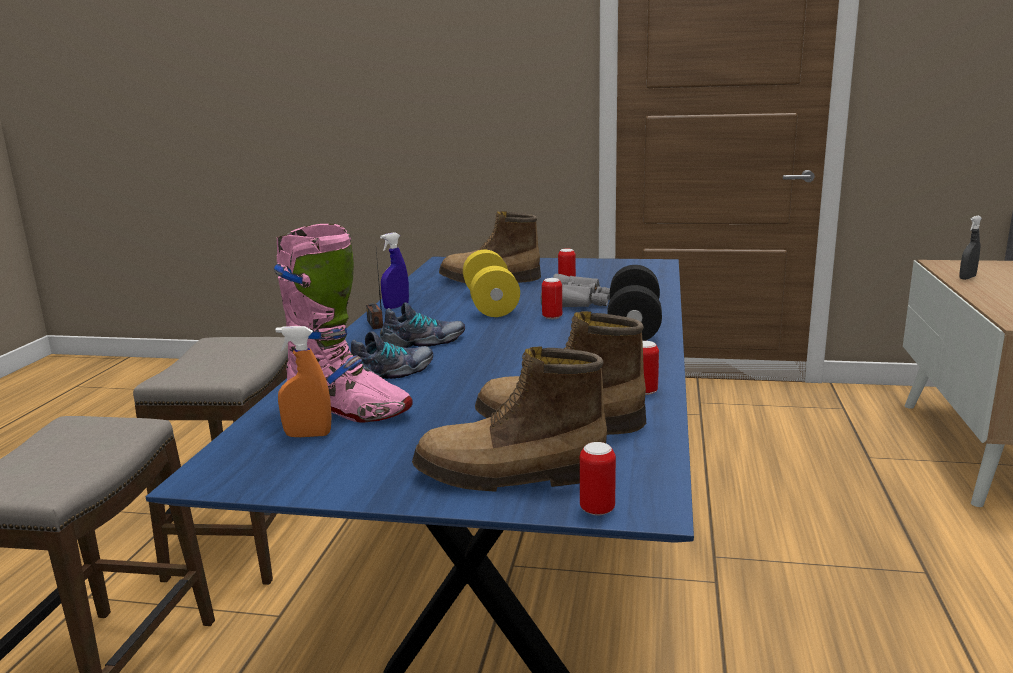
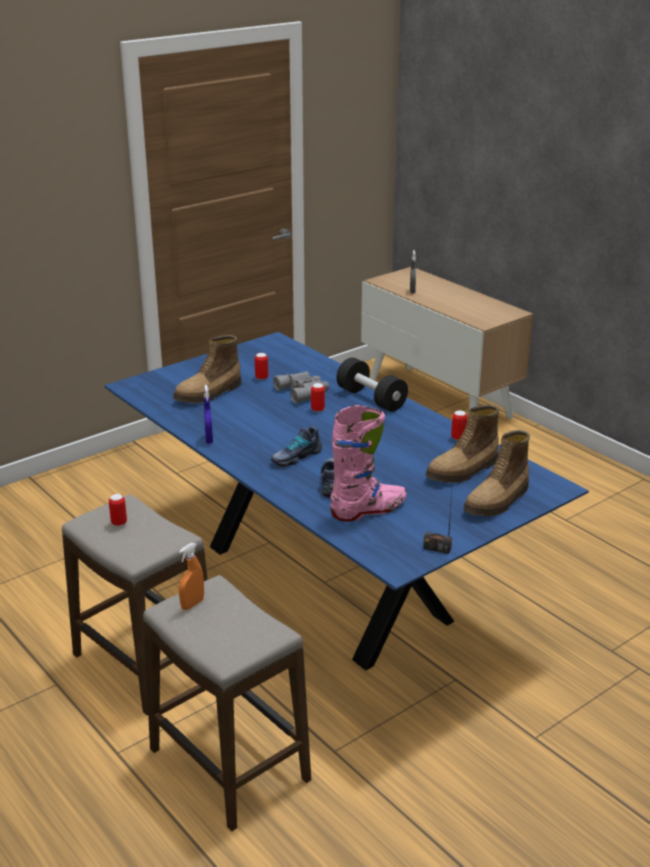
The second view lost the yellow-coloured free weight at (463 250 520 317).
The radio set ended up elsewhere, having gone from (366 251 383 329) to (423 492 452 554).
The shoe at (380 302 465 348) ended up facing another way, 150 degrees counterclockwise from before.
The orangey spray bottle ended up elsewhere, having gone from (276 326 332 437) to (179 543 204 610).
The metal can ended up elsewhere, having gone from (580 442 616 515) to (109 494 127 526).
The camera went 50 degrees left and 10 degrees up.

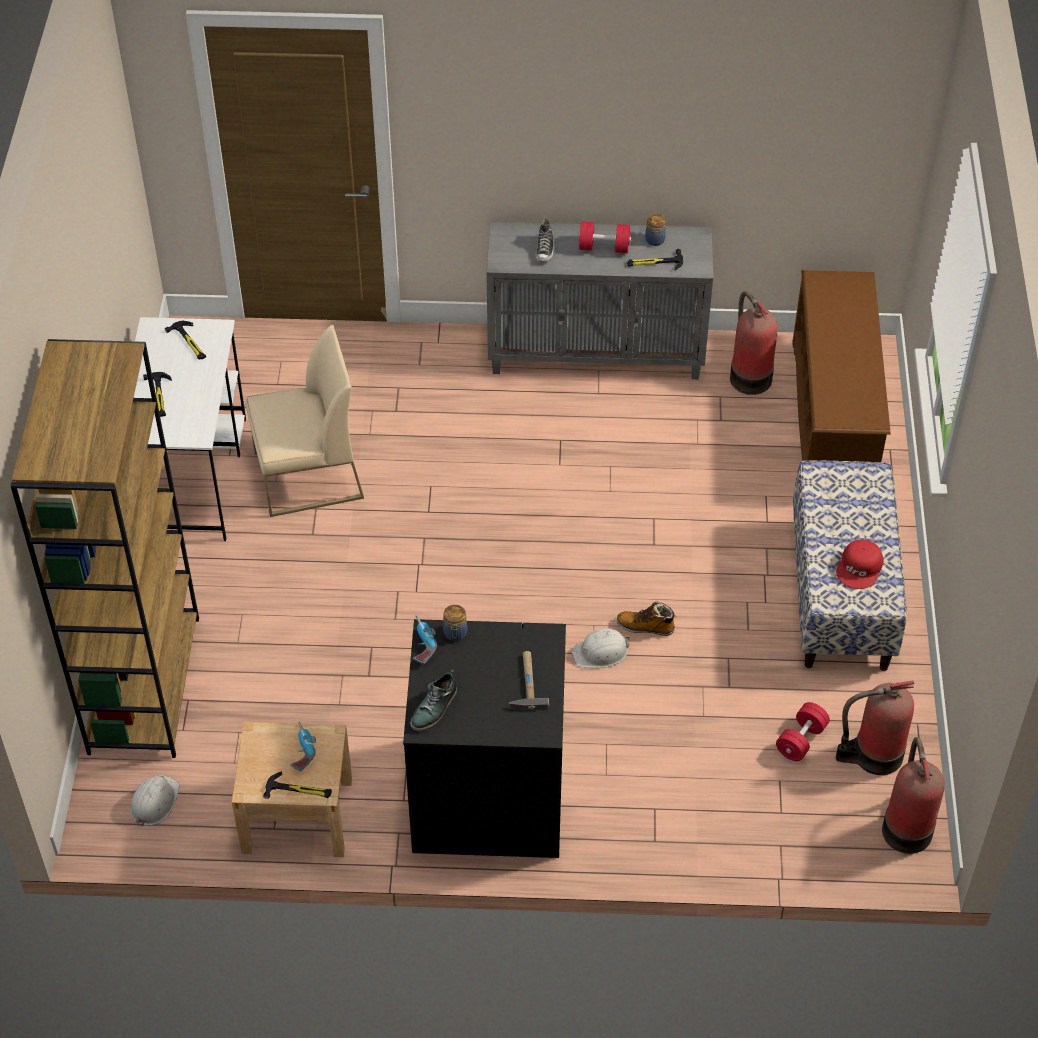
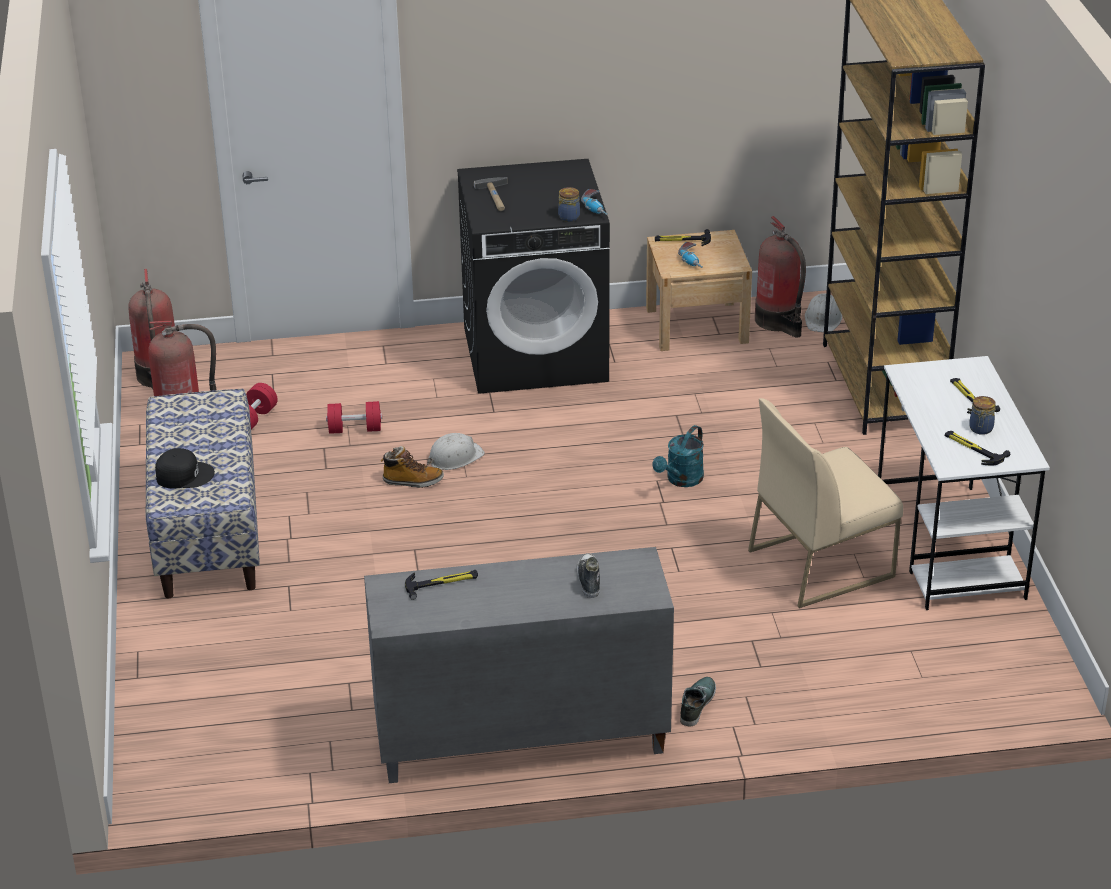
The storage jar ended up elsewhere, having gone from (645 214 666 246) to (969 396 996 435).
The reddish free weight ended up elsewhere, having gone from (578 222 631 253) to (326 401 382 434).
The second view lost the brown-coloured shoe stand at (792 270 891 463).
The fire-fighting cylinder ended up elsewhere, having gone from (730 291 778 395) to (755 216 806 338).
The second view lost the reddish cap at (836 540 883 589).
The shoe ended up elsewhere, having gone from (410 669 457 731) to (680 677 716 726).
The second view gained the turquoise-coloured sprinkling can at (652 425 704 487).
The second view gained the black-coloured cap at (155 448 215 489).
The camera went 170 degrees right and 15 degrees down.

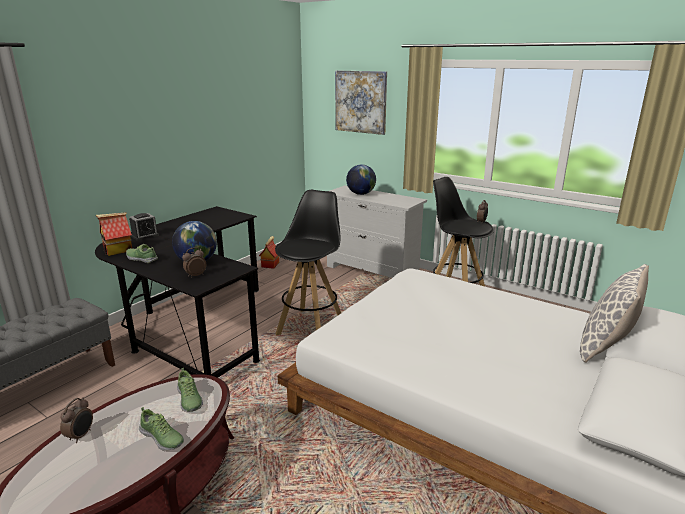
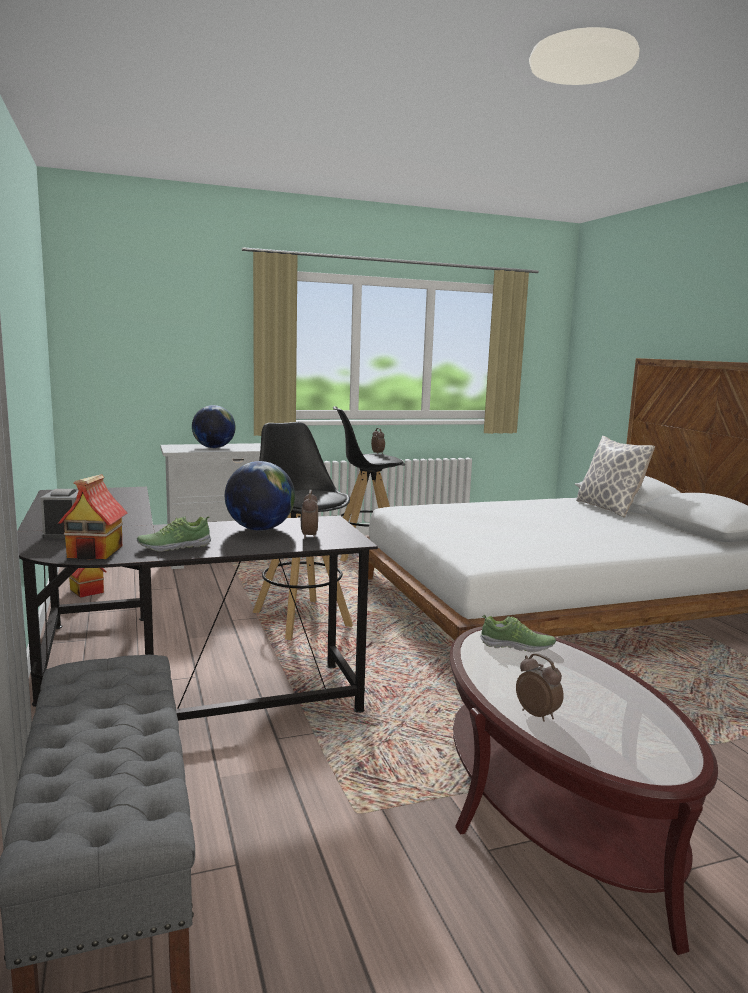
The second view lost the picture at (335 70 387 135).
The second view lost the shoe at (139 407 184 451).
The camera went 55 degrees left and 10 degrees down.

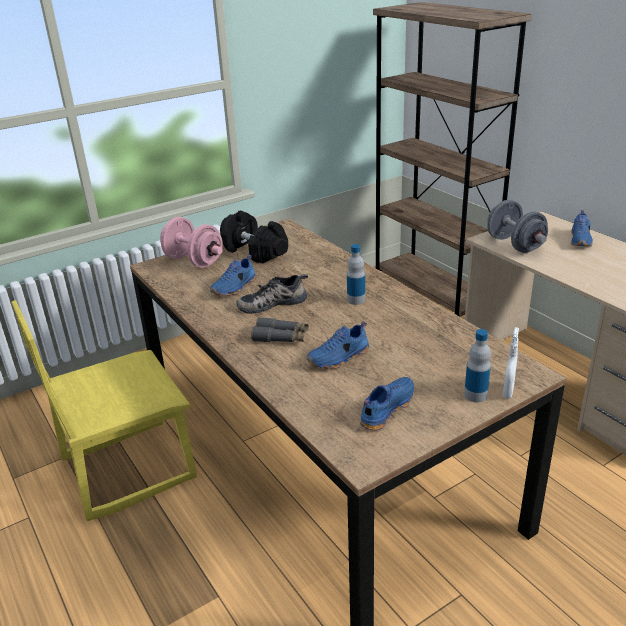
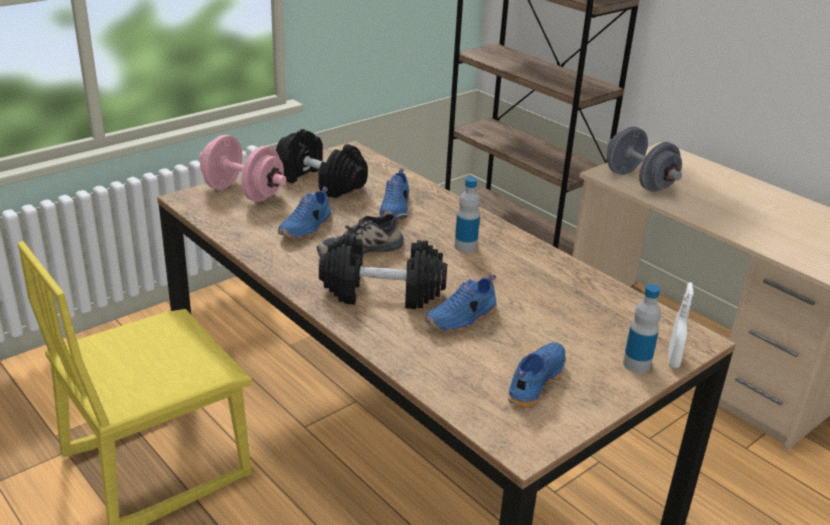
The blue-coloured shoe ended up elsewhere, having gone from (571 210 593 247) to (379 168 409 220).
Where the gray pair of binoculars stood at (251 317 309 342), the black-coloured free weight came to stand at (319 235 447 309).
The camera went 10 degrees left and 0 degrees up.

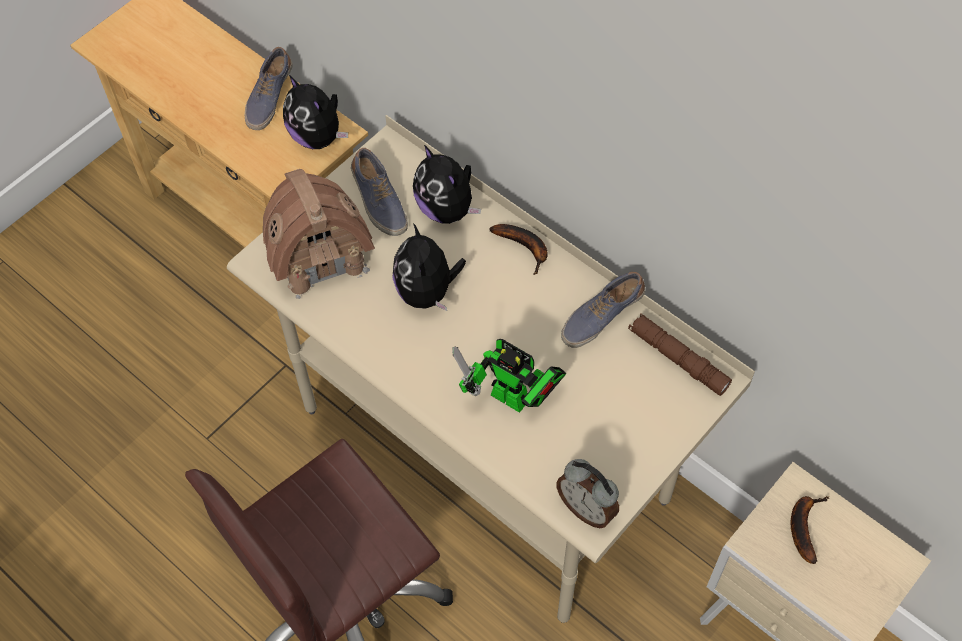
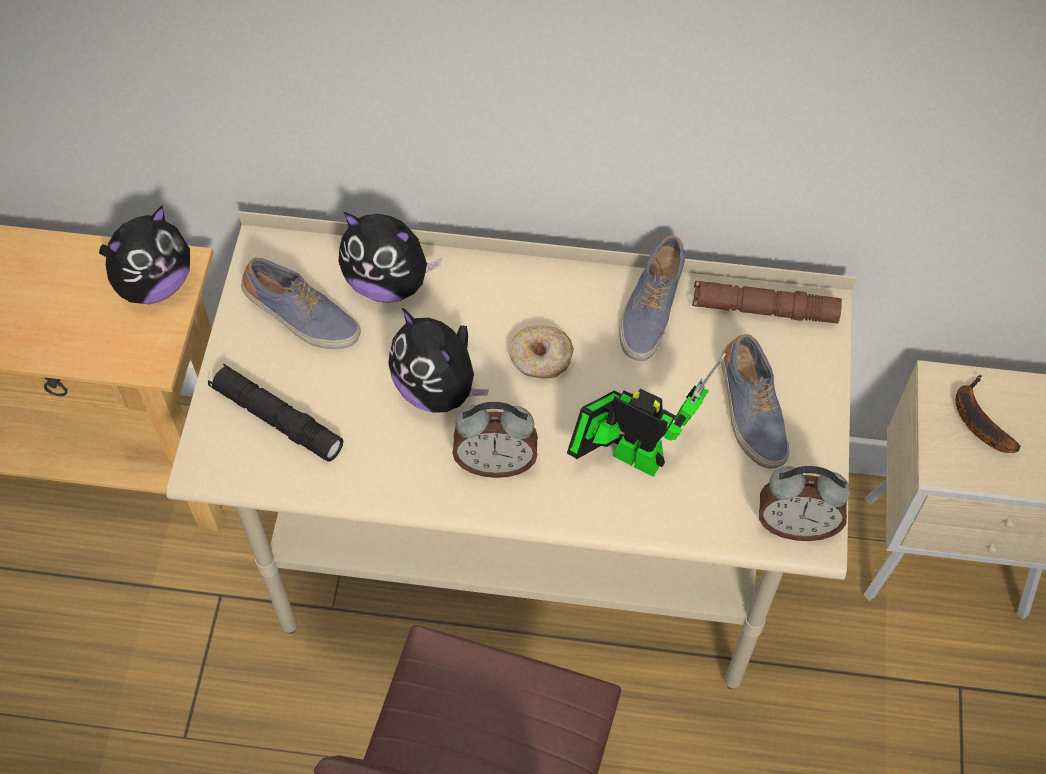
The shoe ended up elsewhere, having gone from (245 47 292 130) to (721 334 790 469).
The cuddly toy at (283 75 348 149) ended up facing another way, 60 degrees counterclockwise from before.
Where the toy house stood at (263 169 375 299), the black-coloured flashlight came to stand at (208 364 343 462).
The second view lost the banana at (489 224 548 275).
The robot figure at (452 339 566 413) ended up facing another way, 150 degrees counterclockwise from before.
The second view gained the donut at (510 325 574 378).
The second view gained the alarm clock at (452 402 538 478).
The camera went 35 degrees left and 0 degrees up.

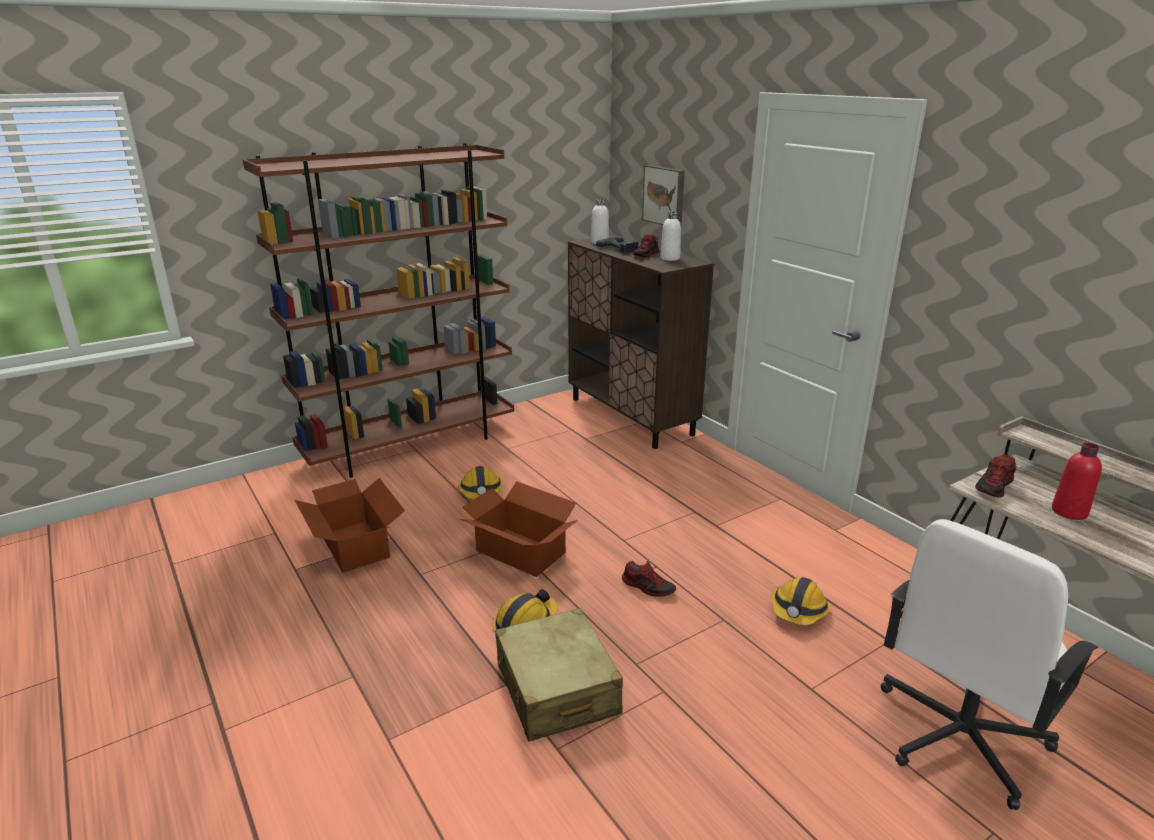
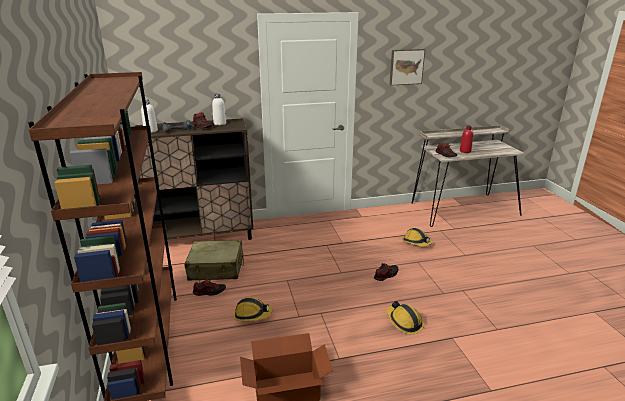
The picture ended up elsewhere, having gone from (642 165 685 226) to (389 49 425 85).
The second view lost the packing box at (460 481 578 577).
The second view lost the whitish desk chair at (881 519 1098 810).
The beige piece of luggage ended up elsewhere, having gone from (495 608 623 742) to (184 240 244 281).
The second view gained the shoe at (193 278 226 296).
The camera went 70 degrees left and 0 degrees up.

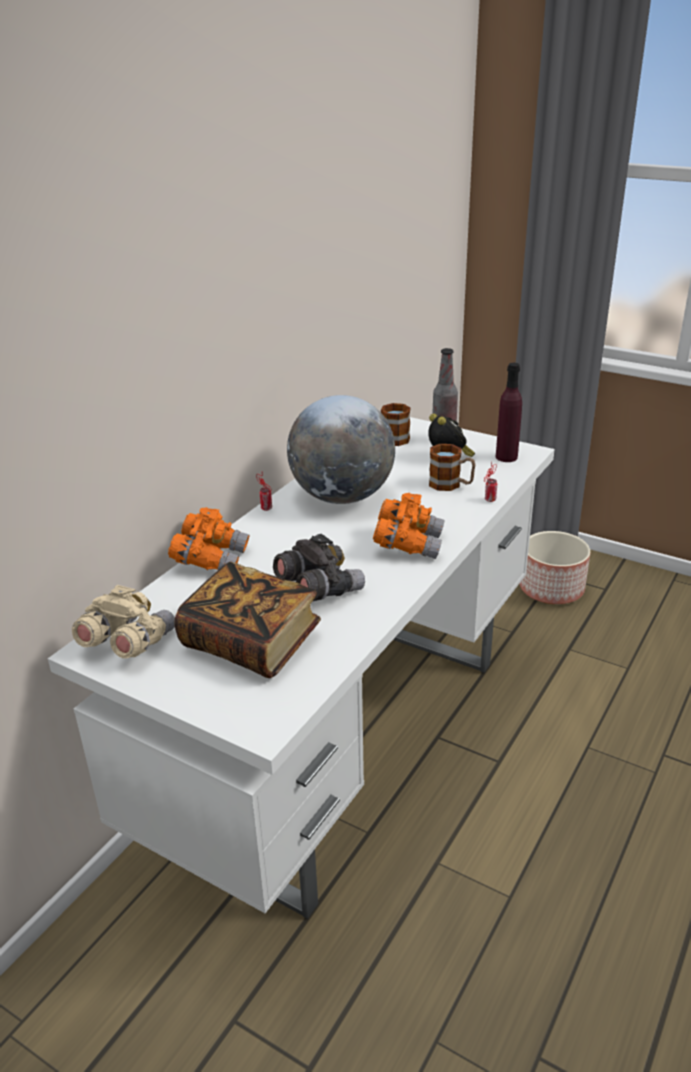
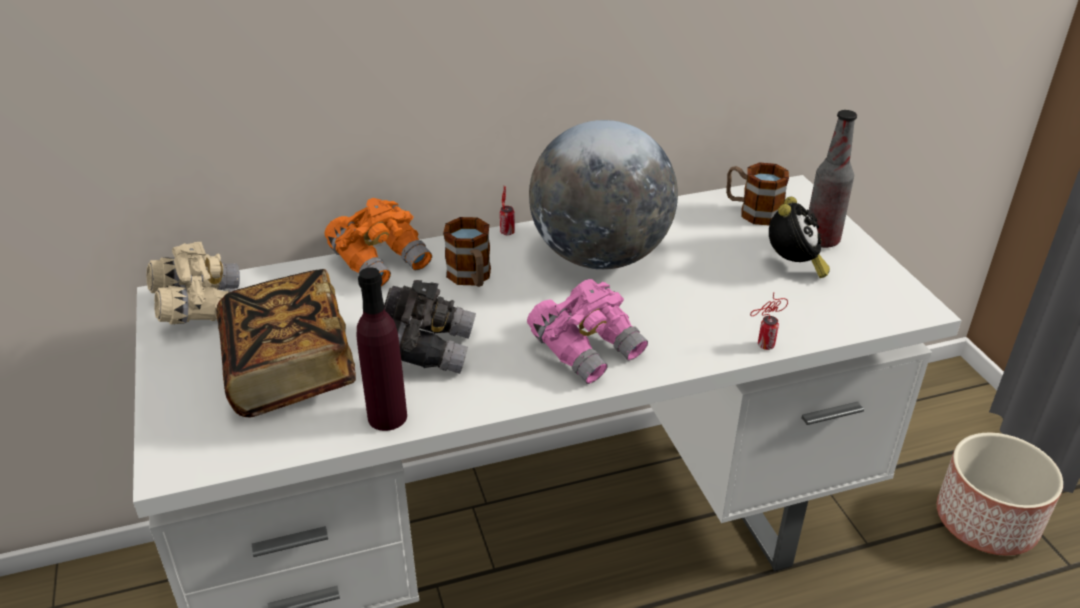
The purple-coloured bottle ended up elsewhere, having gone from (496 363 522 462) to (357 267 407 431).
The tea mug ended up elsewhere, having gone from (429 444 475 491) to (443 217 491 287).
What was the orangey pair of binoculars at (373 493 445 559) turned into the pink-coloured pair of binoculars at (527 279 648 384).
The camera went 40 degrees right and 5 degrees up.

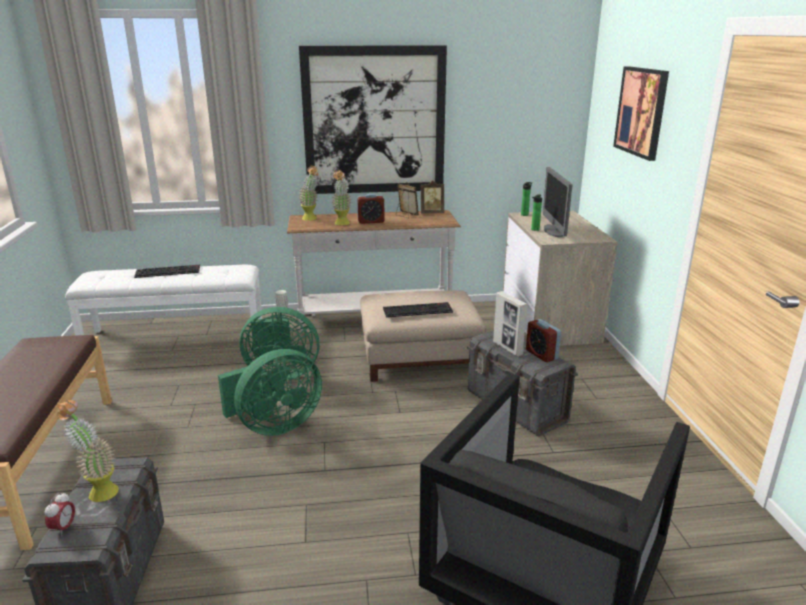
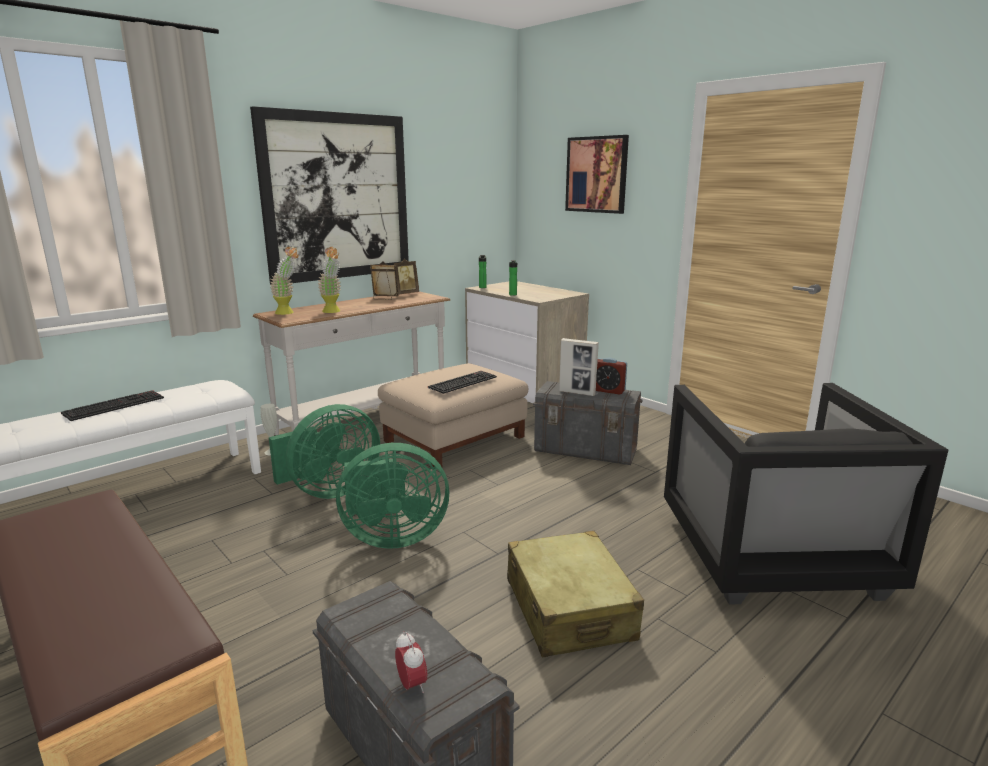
The second view lost the monitor at (543 167 572 237).
The second view lost the alarm clock at (357 194 385 224).
The green-coloured electric fan at (218 349 322 436) ended up facing another way, 60 degrees clockwise from before.
The second view lost the potted plant at (57 400 119 502).
The second view gained the beige piece of luggage at (507 531 644 658).
The camera went 35 degrees left and 5 degrees down.

